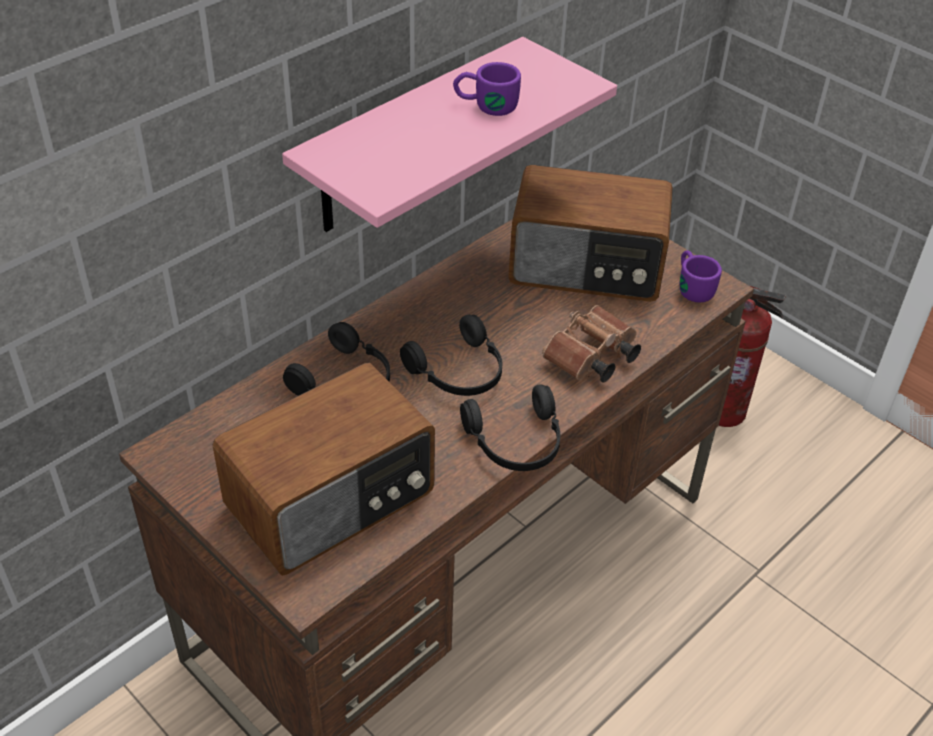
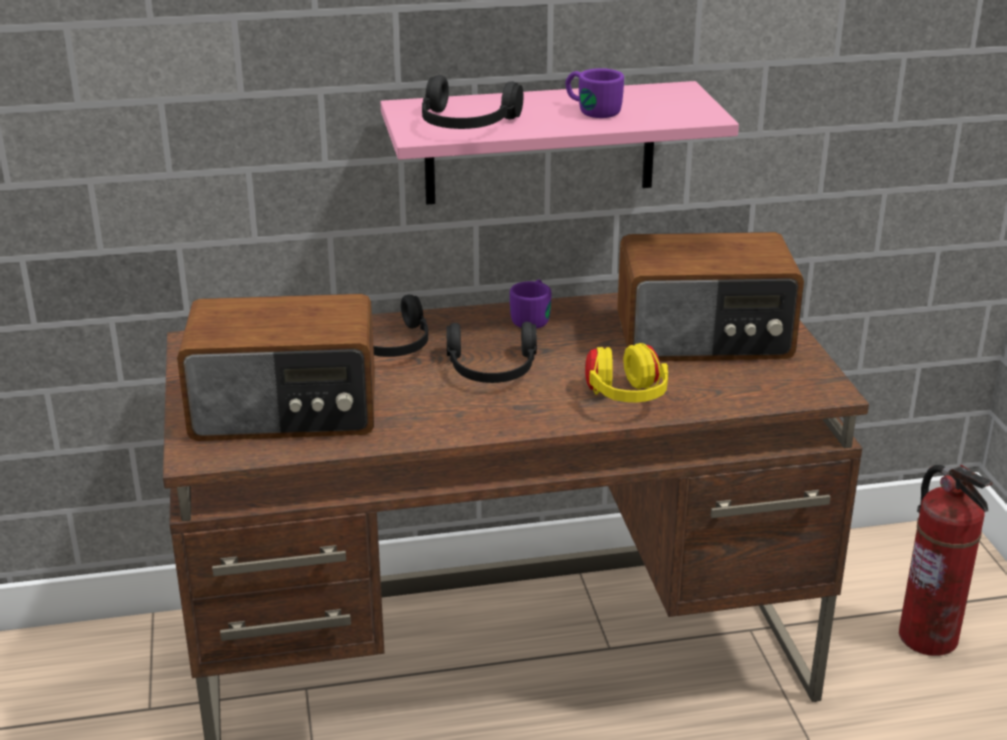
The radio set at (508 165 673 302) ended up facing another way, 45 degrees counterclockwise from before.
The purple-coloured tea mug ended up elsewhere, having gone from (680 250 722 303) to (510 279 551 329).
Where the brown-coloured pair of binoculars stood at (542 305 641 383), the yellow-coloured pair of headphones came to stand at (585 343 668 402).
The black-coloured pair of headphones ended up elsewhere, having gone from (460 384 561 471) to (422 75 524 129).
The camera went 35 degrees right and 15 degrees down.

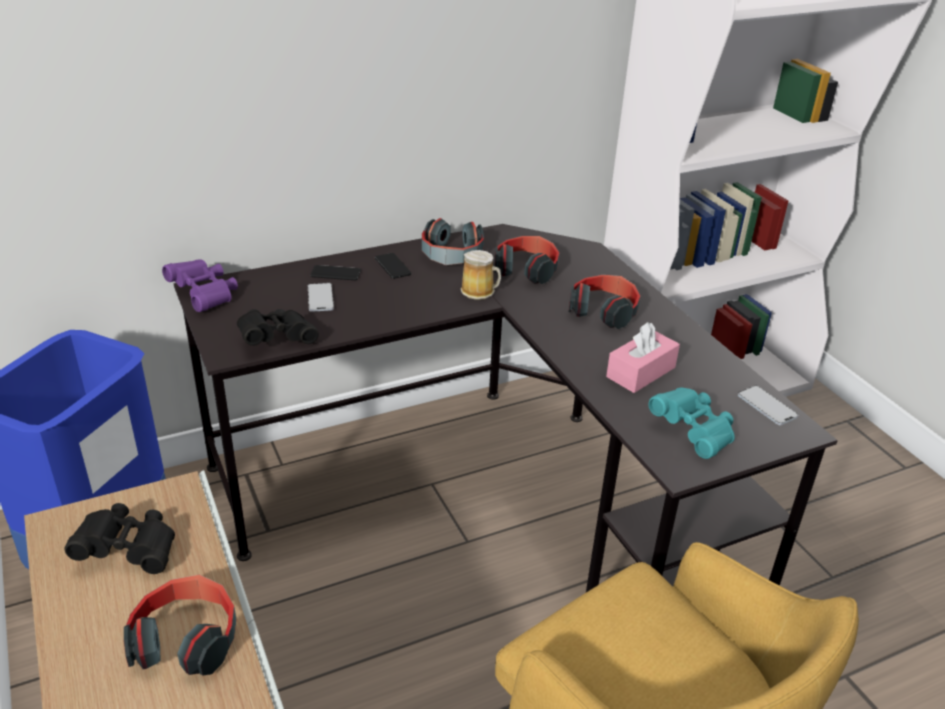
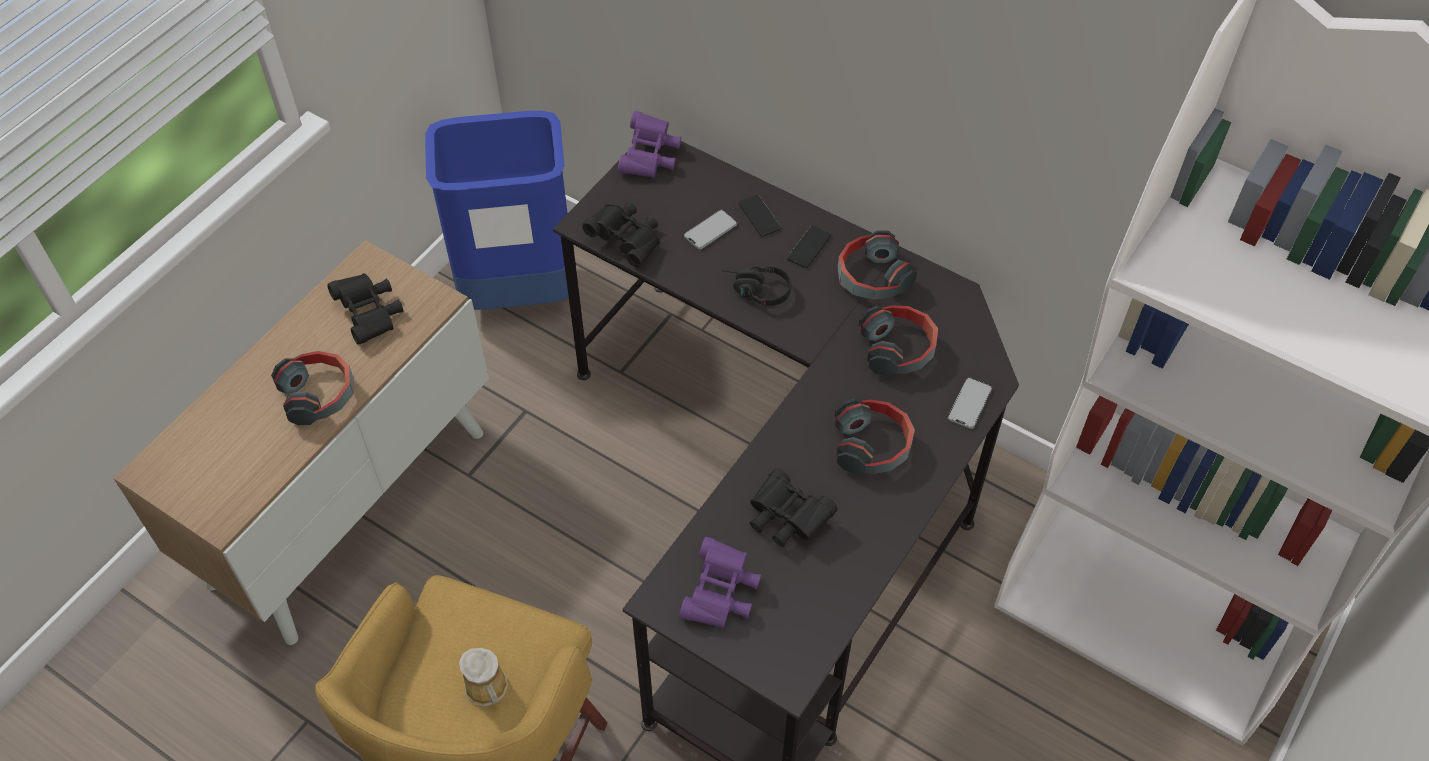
The tea mug ended up elsewhere, having gone from (461 250 501 300) to (459 648 508 706).
Where the pink-coloured tissue holder stood at (606 322 680 393), the black-coloured pair of binoculars came to stand at (750 468 838 547).
The handset ended up elsewhere, having gone from (738 385 798 425) to (948 377 992 429).
What was the turquoise-coloured pair of binoculars at (648 388 735 459) turned into the purple-coloured pair of binoculars at (679 537 761 629).
The second view gained the black-coloured pair of headphones at (722 265 791 306).
The camera went 60 degrees right and 20 degrees up.

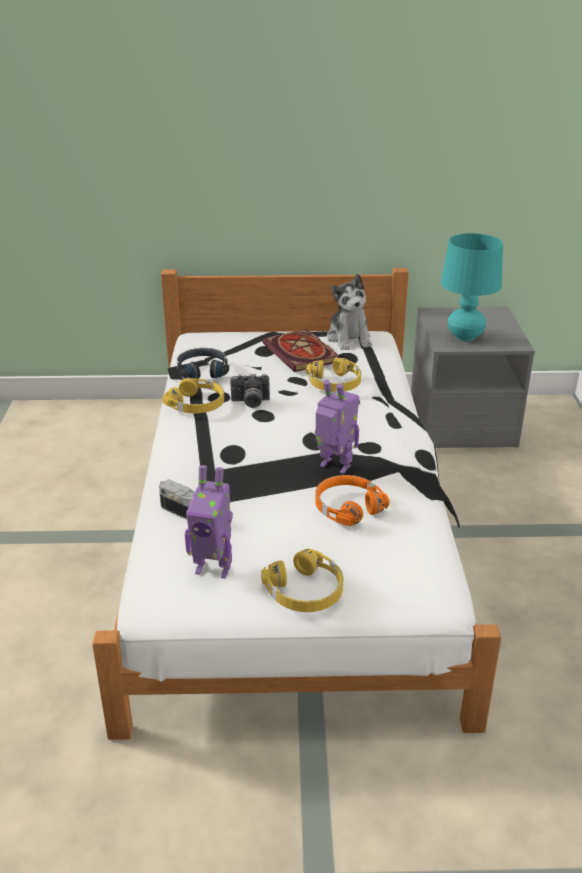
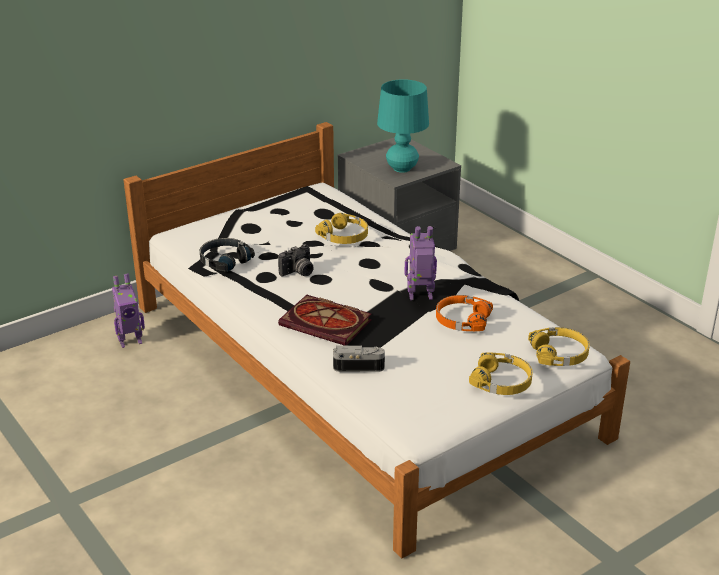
The second view lost the cuddly toy at (327 274 372 350).
The volume ended up elsewhere, having gone from (262 329 339 372) to (278 295 371 346).
The yellow-coloured pair of headphones ended up elsewhere, having gone from (162 378 224 413) to (528 327 590 366).
The robot figure ended up elsewhere, having gone from (185 465 233 579) to (112 274 145 348).
The camera went 35 degrees left and 0 degrees up.

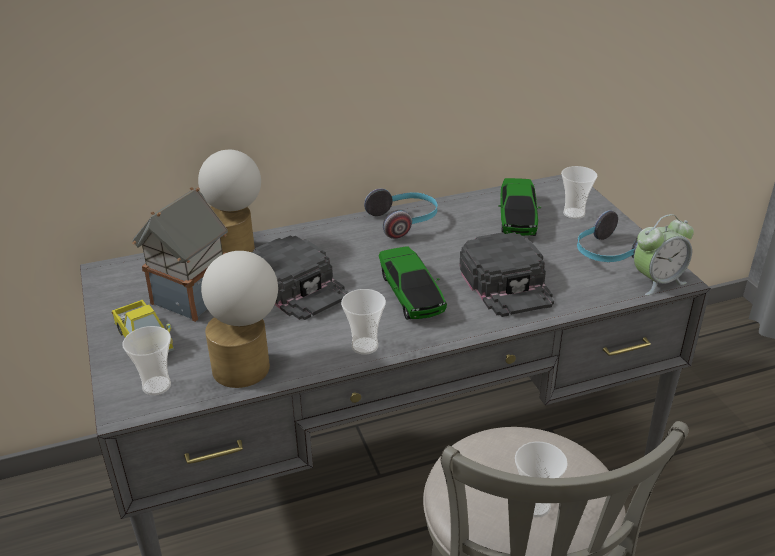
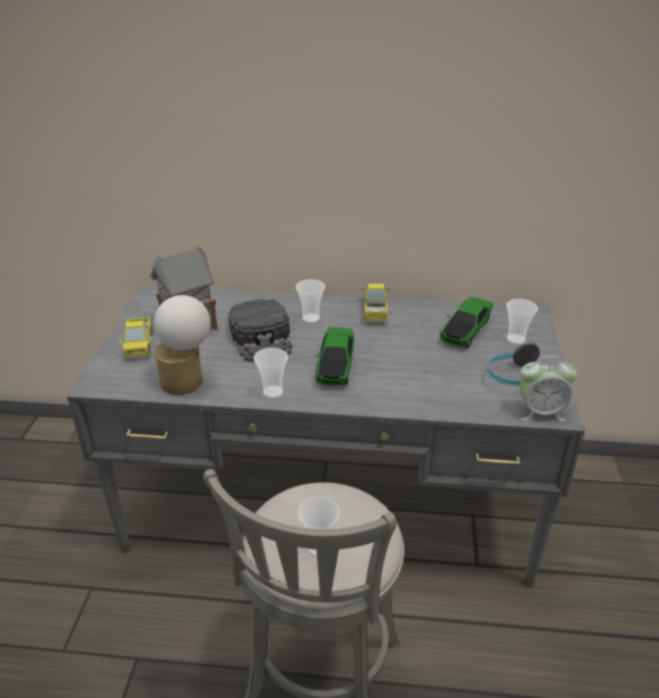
The second view lost the tabletop lamp at (198 150 261 253).
Where the pair of headphones stood at (364 188 438 239), the toy truck came to stand at (362 284 389 322).
The second view lost the black-coloured cap at (460 232 554 317).
The drinking cup ended up elsewhere, having gone from (122 326 171 395) to (296 279 325 323).
The camera went 25 degrees right and 0 degrees up.

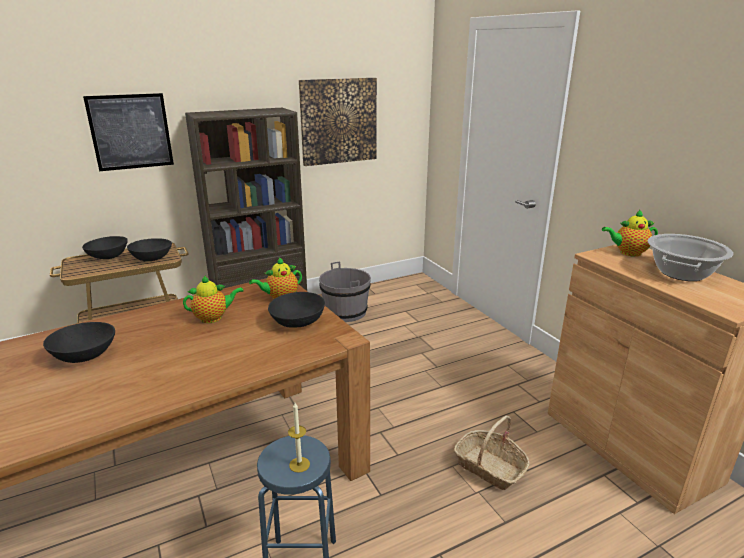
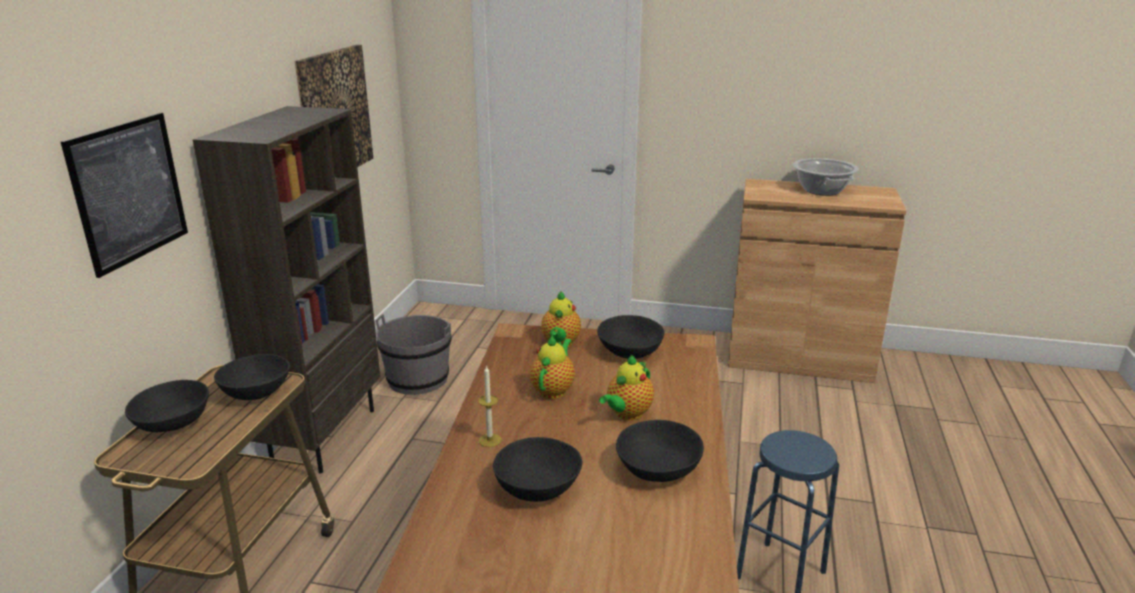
The teapot ended up elsewhere, having gone from (602 209 658 257) to (599 355 654 420).
The candle ended up elsewhere, having gone from (288 403 310 473) to (478 365 502 447).
The second view lost the storage basket at (454 416 530 490).
The second view gained the black-coloured bowl at (616 420 704 482).
The camera went 50 degrees left and 0 degrees up.

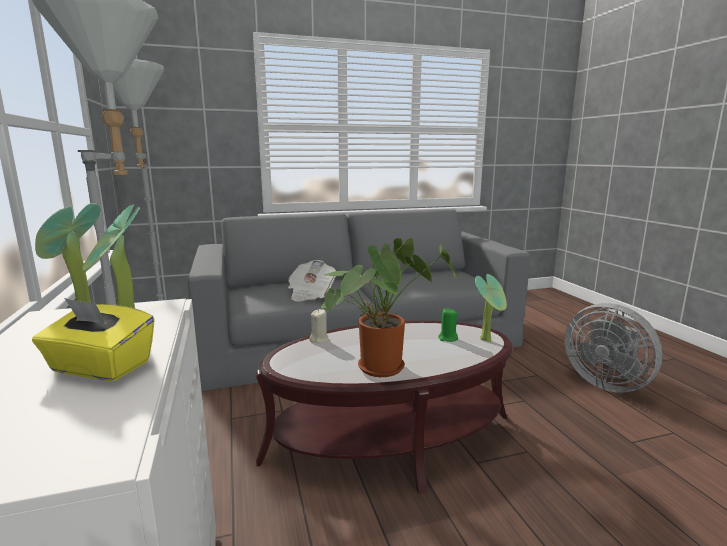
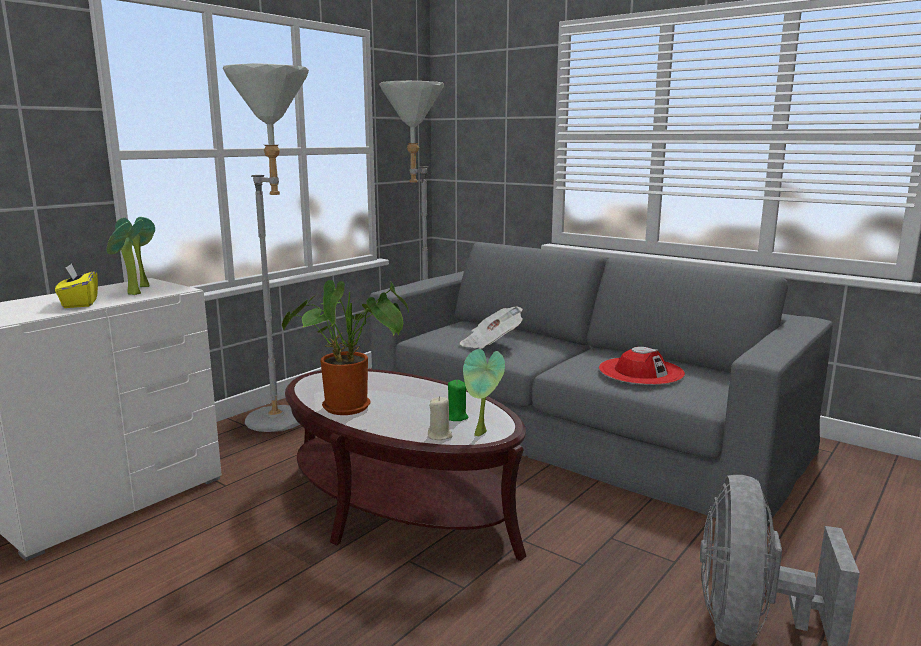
The beige candle ended up elsewhere, having gone from (309 309 328 343) to (428 396 453 440).
The second view gained the reddish wearable hat at (599 347 685 385).
The camera went 55 degrees right and 0 degrees up.

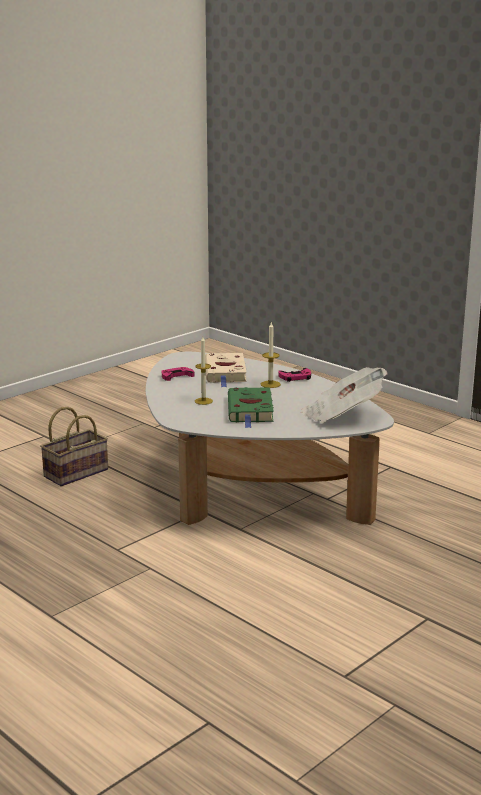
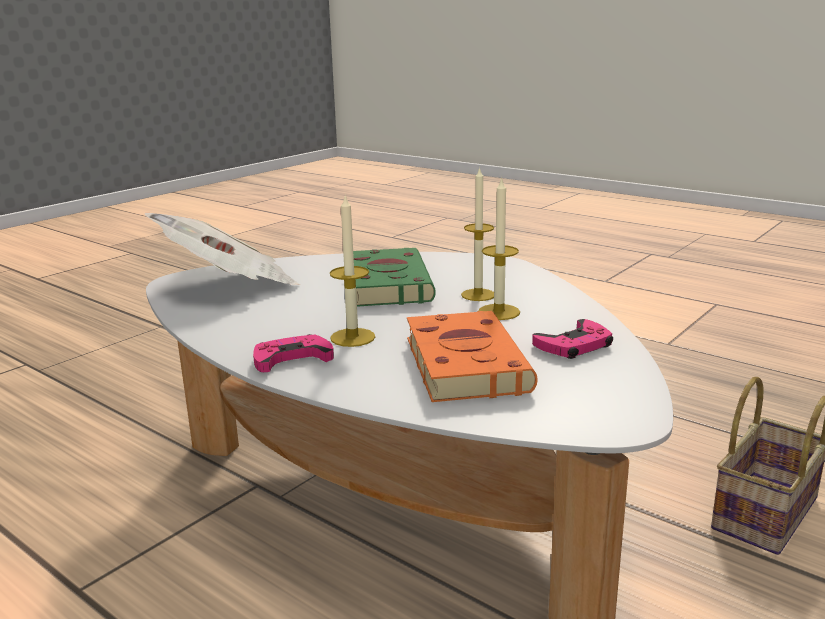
What was the beige volume at (205 353 247 387) turned into the orangey volume at (407 311 537 402).
The second view gained the candle at (478 177 520 320).
The camera went 175 degrees right and 0 degrees up.

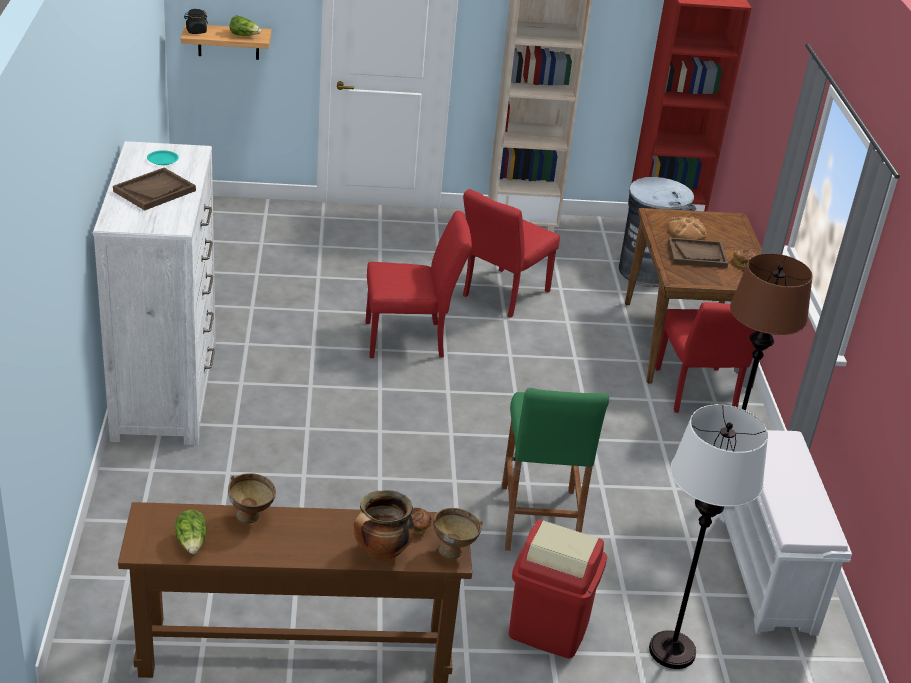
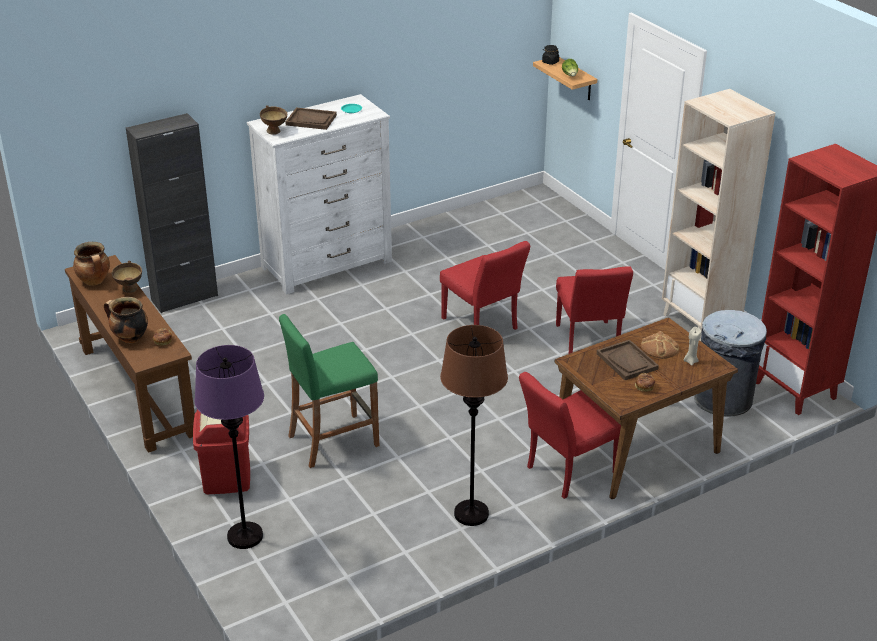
The reddish plain chair at (463 189 560 318) ended up facing another way, 105 degrees counterclockwise from before.
What was the whitish standing lamp at (649 404 768 669) turned into the purple-coloured standing lamp at (194 345 264 549).
The second view lost the whitish long seat at (719 430 852 636).
The brown-coloured bowl ended up elsewhere, having gone from (433 508 483 559) to (260 105 287 134).
Where the lettuce head stood at (175 510 207 554), the stockpot came to stand at (73 242 110 286).
The second view gained the black-coloured cupboard at (126 113 218 313).
The second view gained the beige candle at (684 327 701 366).
The camera went 65 degrees right and 0 degrees up.

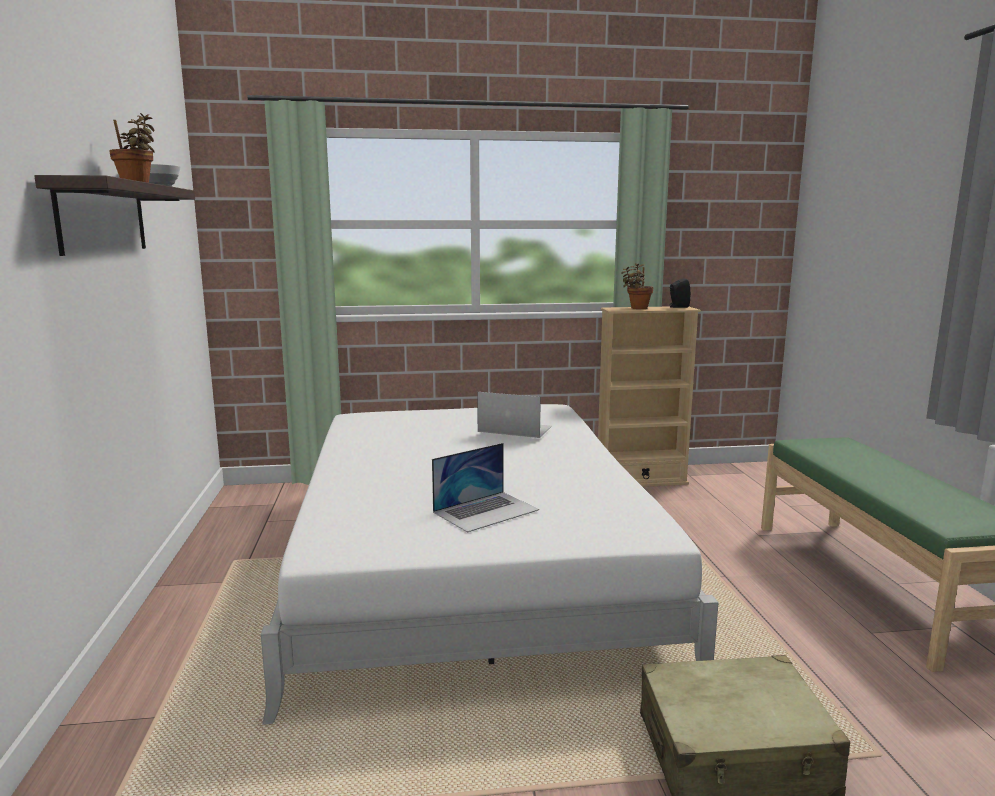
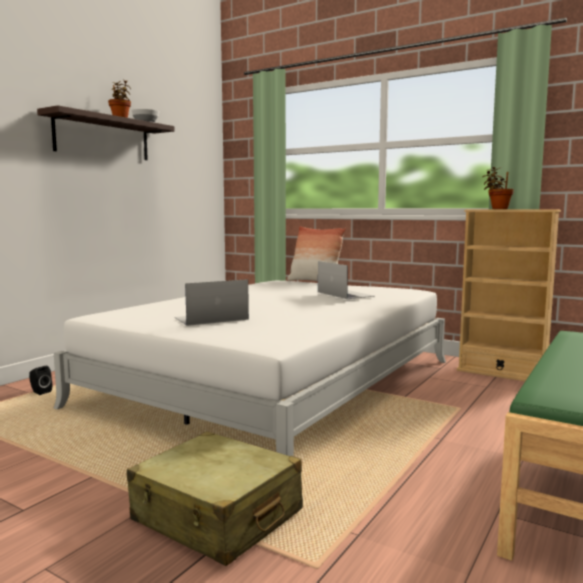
The black-coloured audio speaker ended up elsewhere, having gone from (669 278 691 308) to (29 366 52 395).
The laptop at (432 443 539 533) ended up facing another way, 150 degrees clockwise from before.
The second view gained the pillow at (287 226 346 281).
The camera went 40 degrees right and 5 degrees down.

